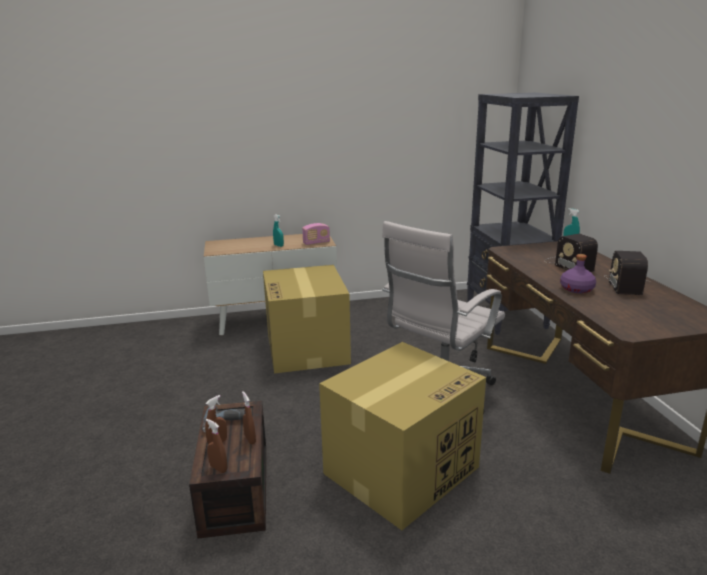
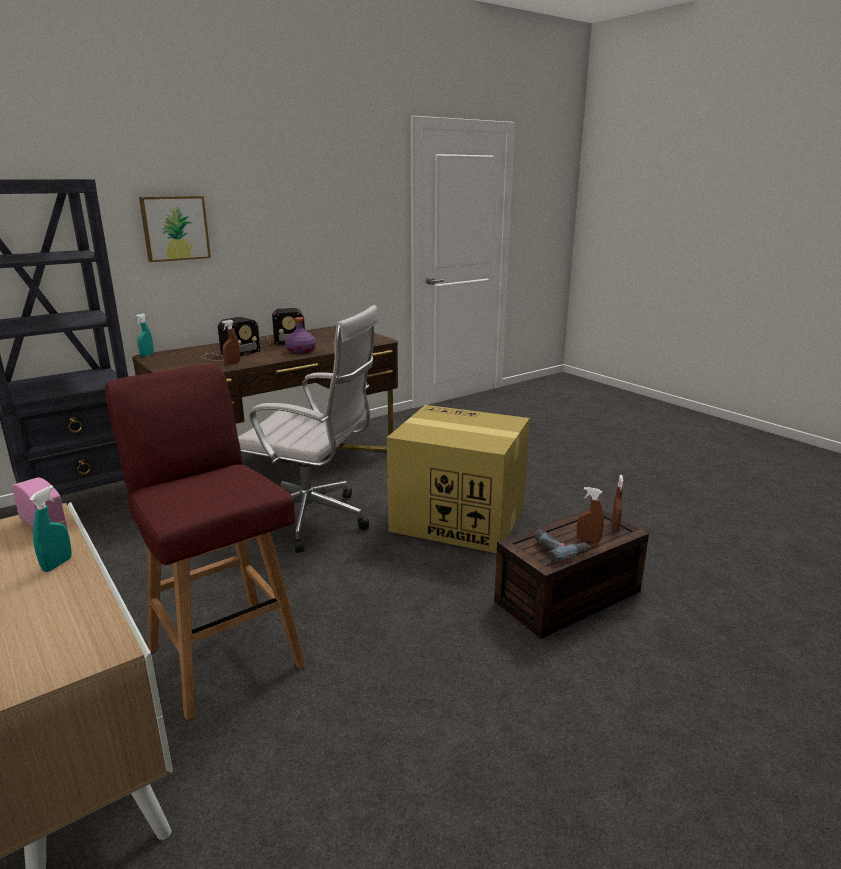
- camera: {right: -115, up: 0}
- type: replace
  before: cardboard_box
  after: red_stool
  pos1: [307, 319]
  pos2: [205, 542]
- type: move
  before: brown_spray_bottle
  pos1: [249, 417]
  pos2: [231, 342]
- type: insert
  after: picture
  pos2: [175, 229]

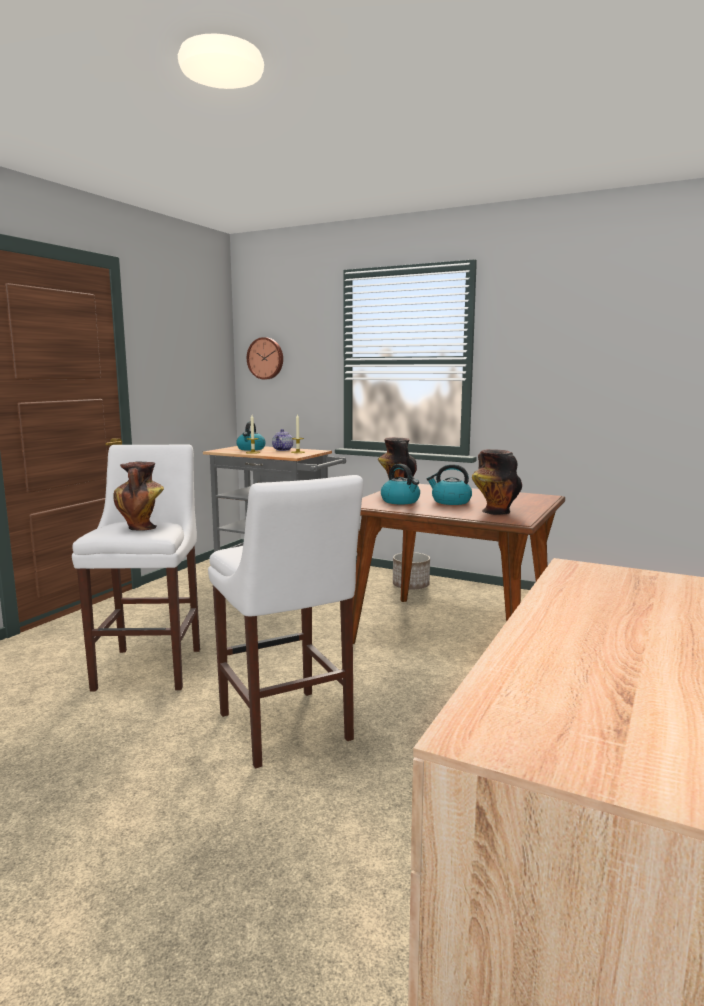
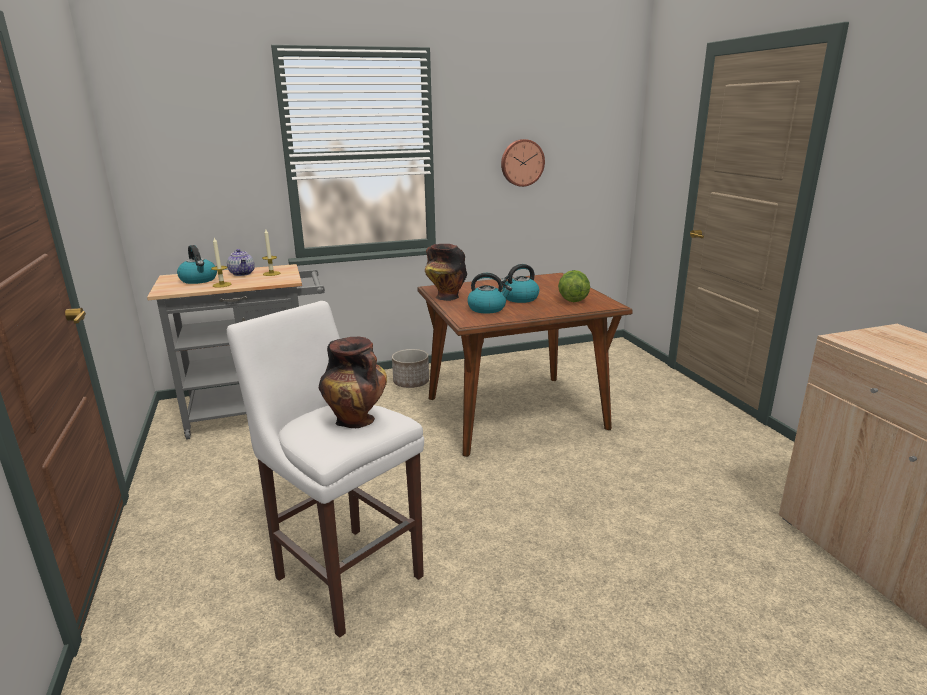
- camera: {right: -45, up: 10}
- type: move
  before: wall_clock
  pos1: [265, 358]
  pos2: [523, 163]
- type: replace
  before: vase
  after: lettuce
  pos1: [497, 482]
  pos2: [574, 286]
- type: delete
  before: white_stool
  pos1: [285, 622]

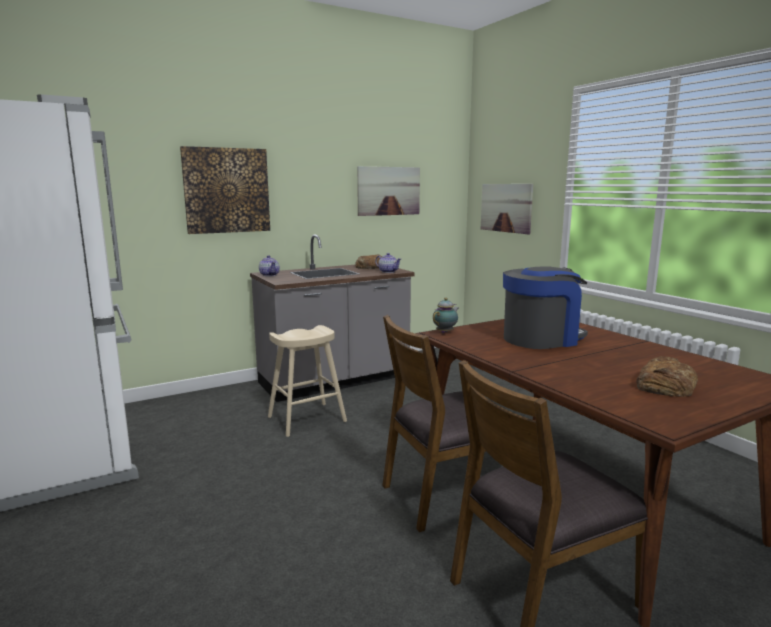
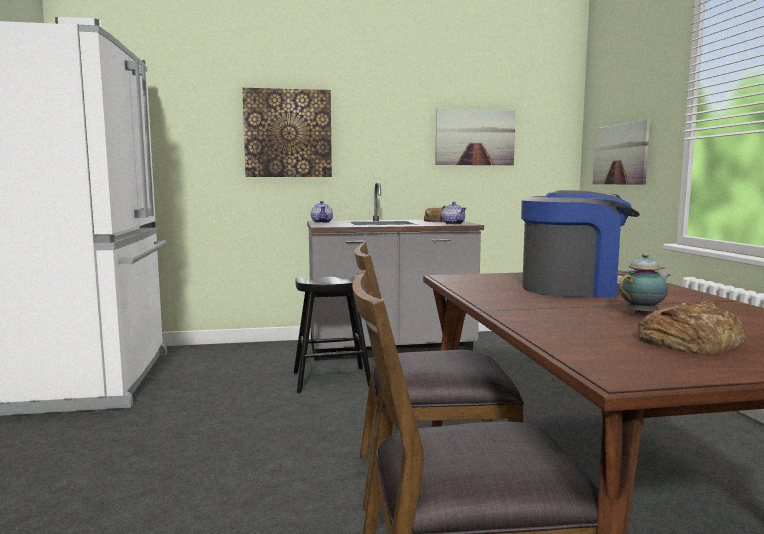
- camera: {right: 20, up: -5}
- type: move
  before: teapot
  pos1: [445, 315]
  pos2: [644, 284]
- type: recolor
  before: beige_stool
  after: black_stool
  pos1: [307, 381]
  pos2: [332, 334]

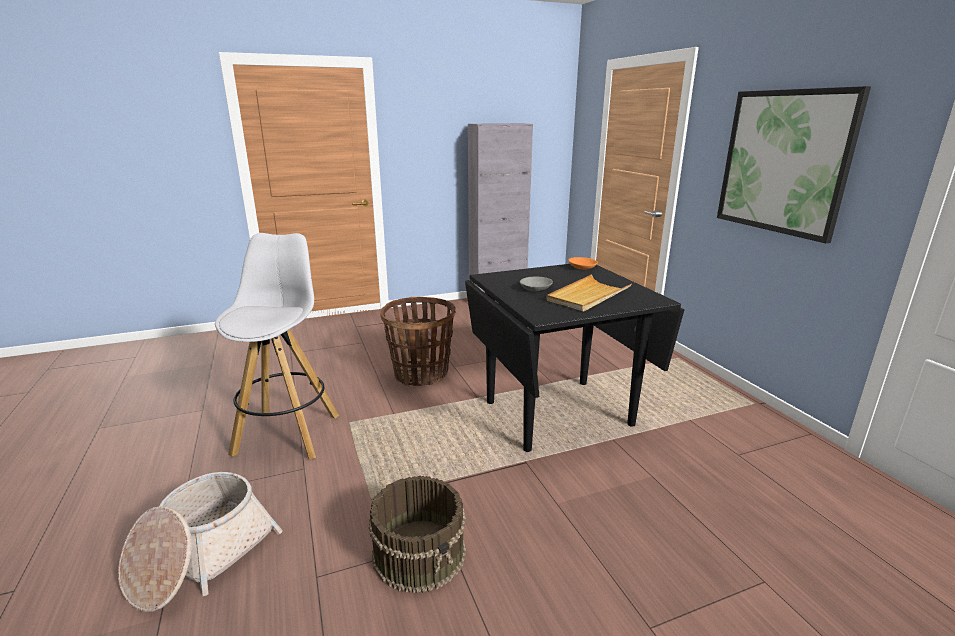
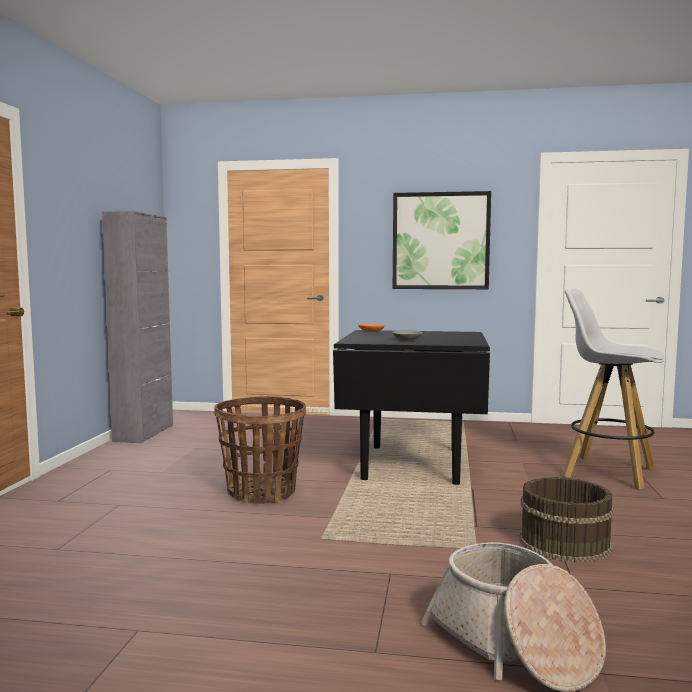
- camera: {right: -60, up: -15}
- type: move
  before: white_stool
  pos1: [277, 346]
  pos2: [613, 389]
- type: delete
  before: beige_tray
  pos1: [589, 293]

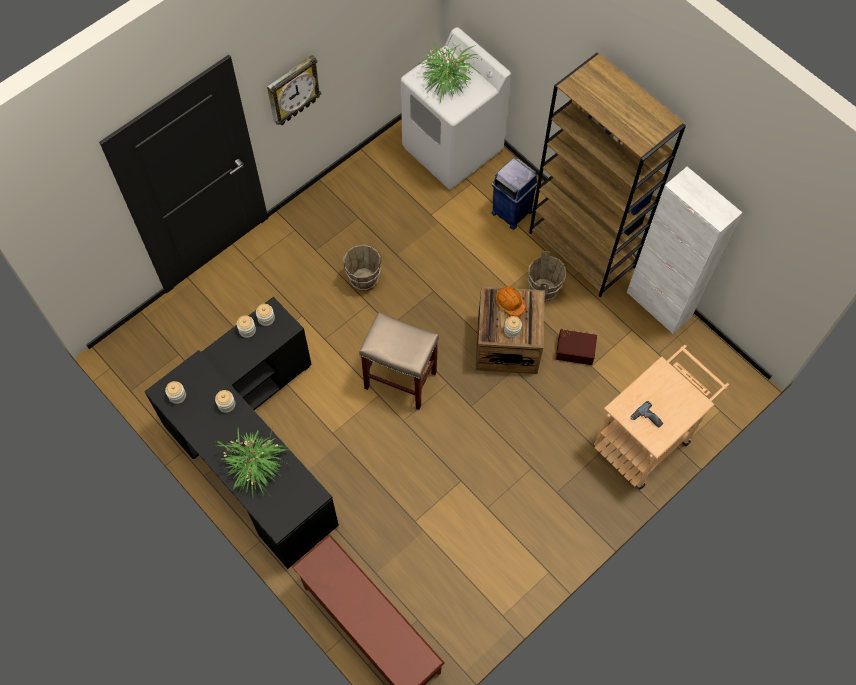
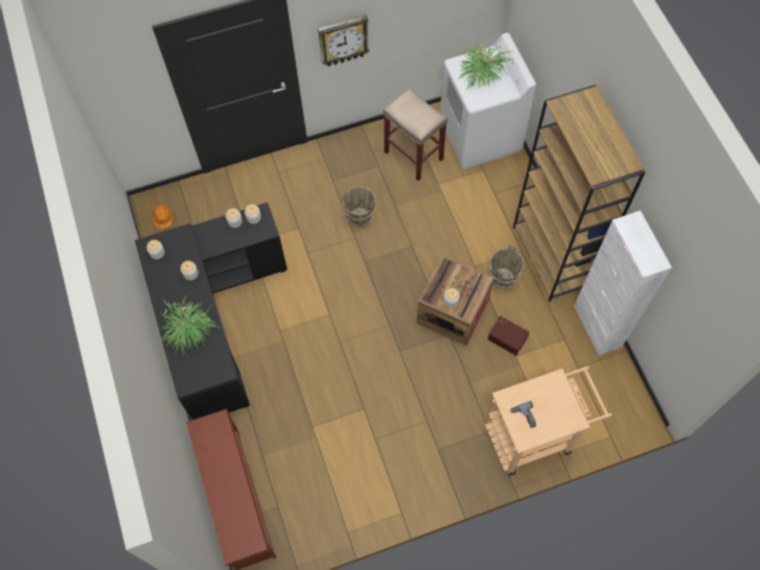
- camera: {right: 25, up: 0}
- type: delete
  before: blue_trash_can
  pos1: [514, 194]
- type: move
  before: orange_hard_hat
  pos1: [510, 301]
  pos2: [162, 216]
- type: move
  before: beige_stool
  pos1: [399, 361]
  pos2: [415, 134]

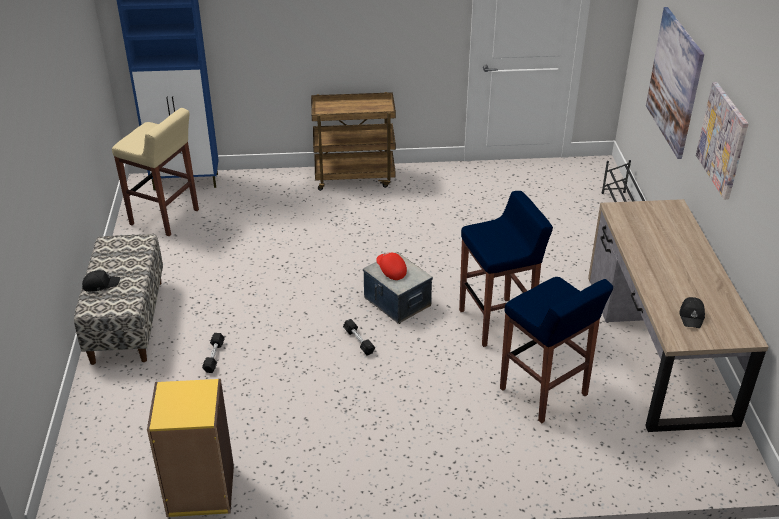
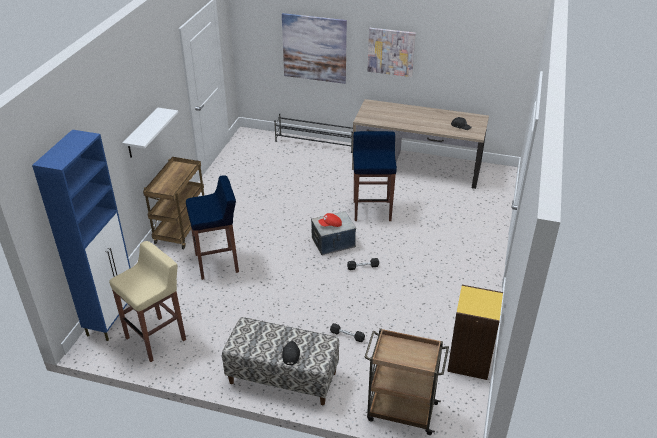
- camera: {right: -70, up: 0}
- type: move
  before: blue_stool
  pos1: [556, 350]
  pos2: [212, 227]
- type: insert
  after: white_shelf
  pos2: [150, 132]
- type: insert
  after: brown_cart
  pos2: [406, 381]

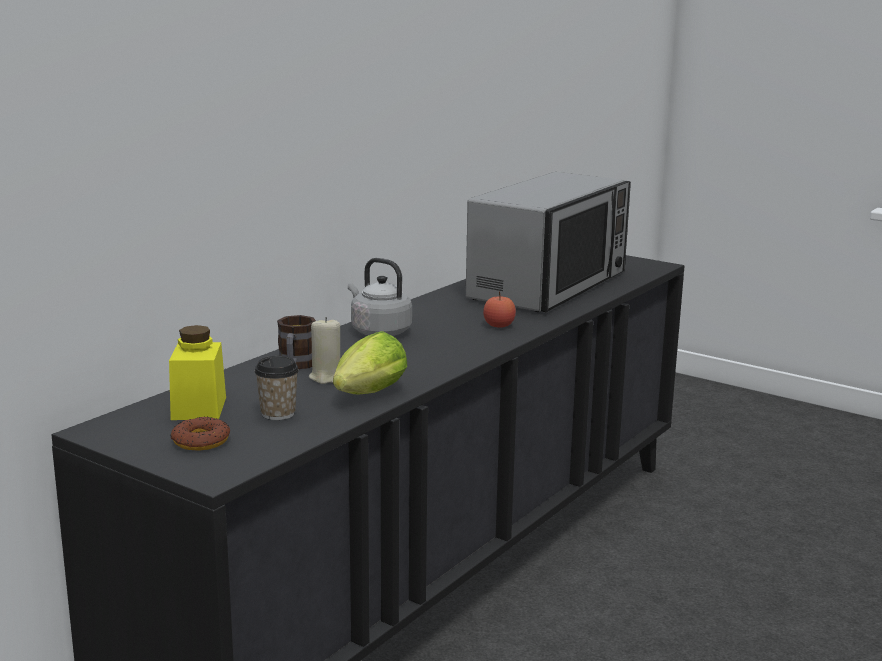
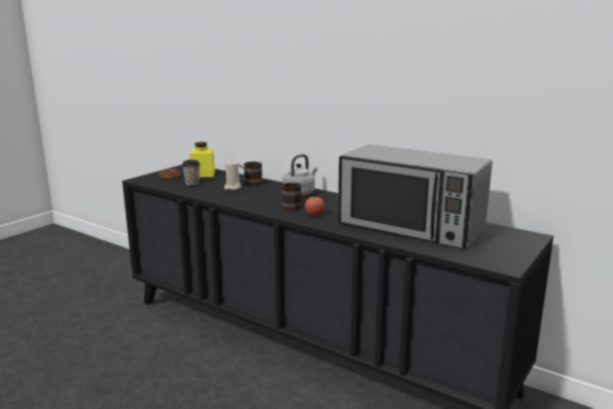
- camera: {right: 90, up: 0}
- type: delete
  before: lettuce
  pos1: [370, 362]
- type: insert
  after: mug
  pos2: [291, 197]

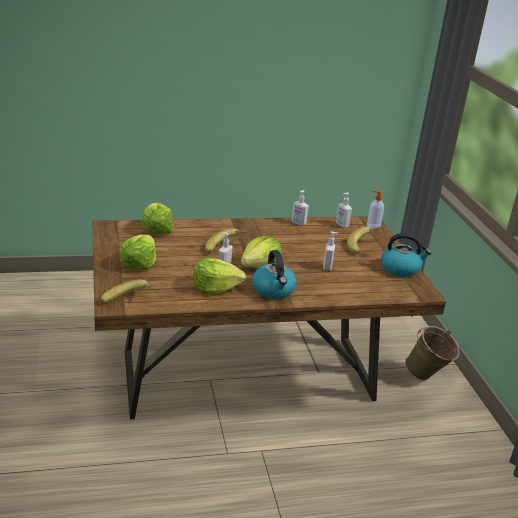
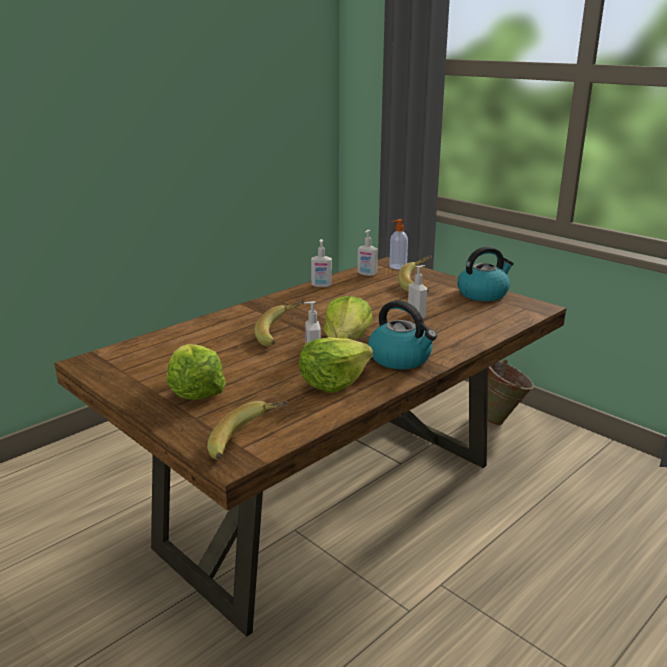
- camera: {right: -30, up: -5}
- type: delete
  before: lettuce
  pos1: [157, 218]

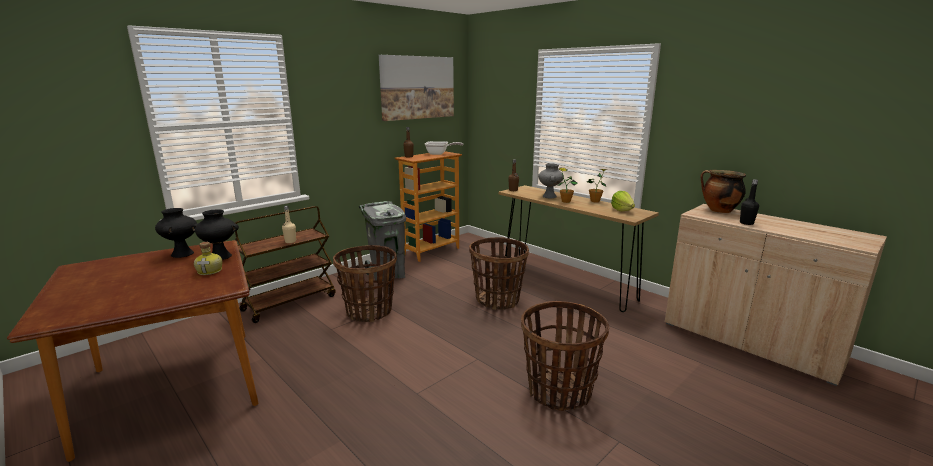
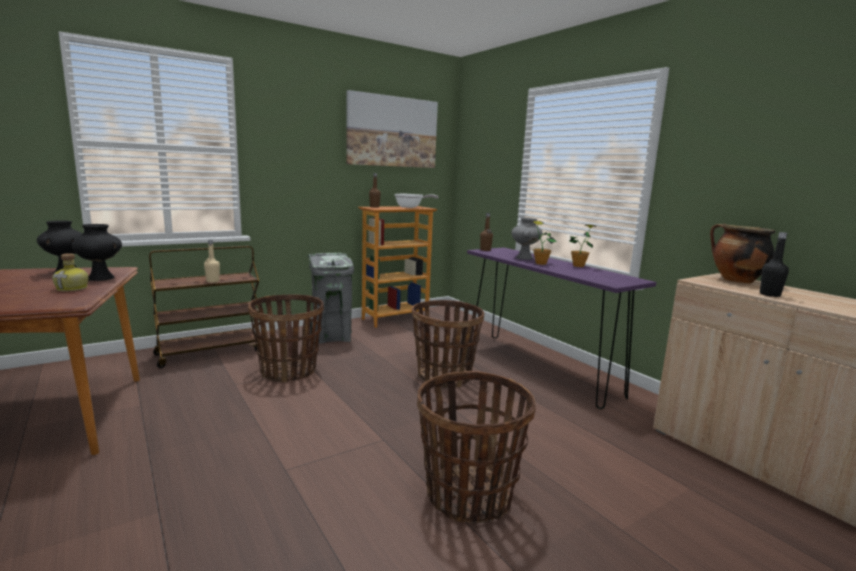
- camera: {right: 10, up: -5}
- type: recolor
  before: brown_console_table
  after: purple_console_table
  pos1: [579, 248]
  pos2: [561, 328]
- type: delete
  before: lettuce
  pos1: [623, 201]

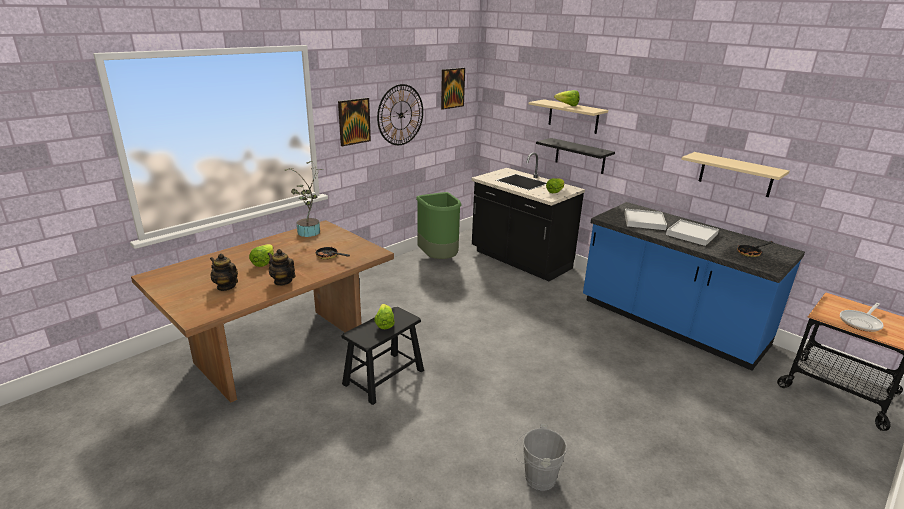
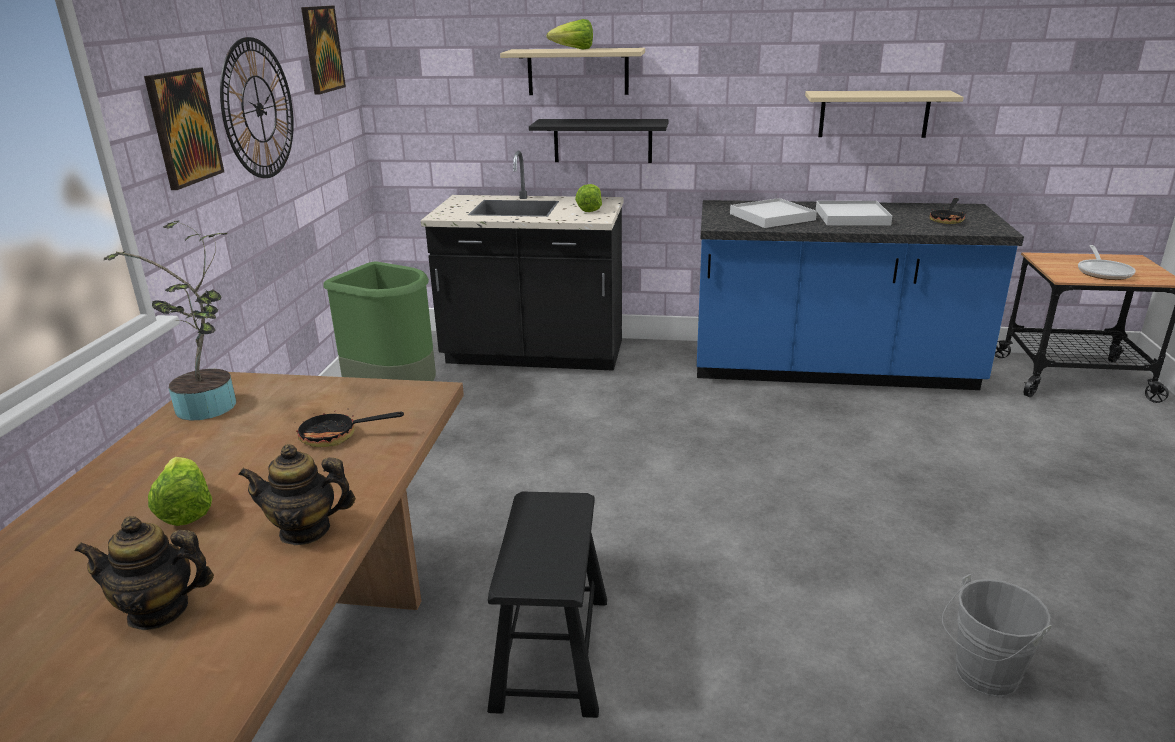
- camera: {right: -35, up: 0}
- type: delete
  before: lettuce
  pos1: [384, 316]

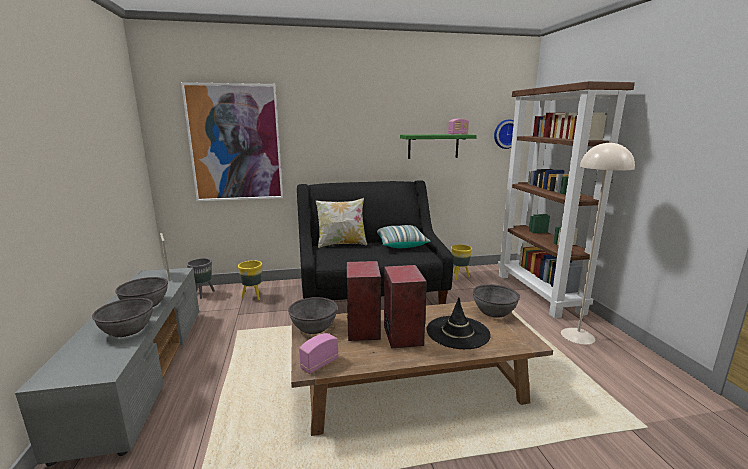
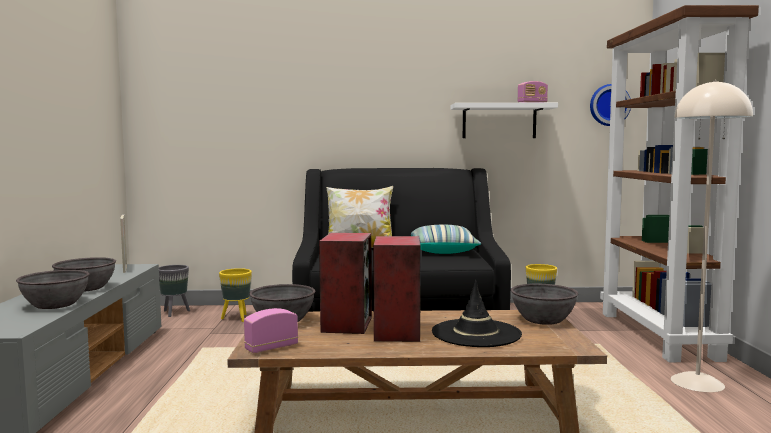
- camera: {right: 10, up: -10}
- type: delete
  before: picture
  pos1: [232, 141]
- type: recolor
  before: green_shelf
  after: white_shelf
  pos1: [438, 146]
  pos2: [504, 120]

